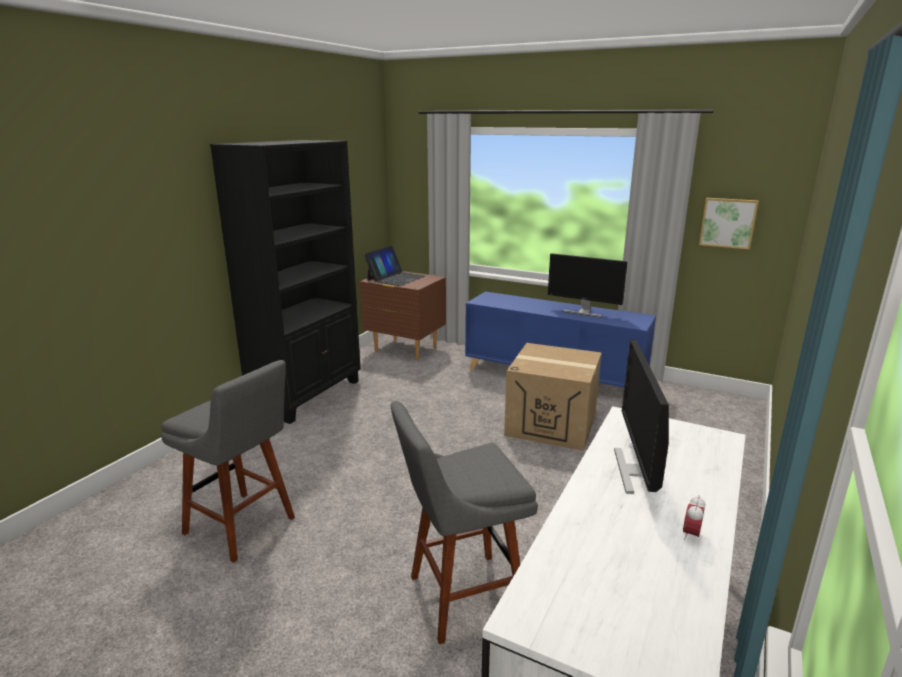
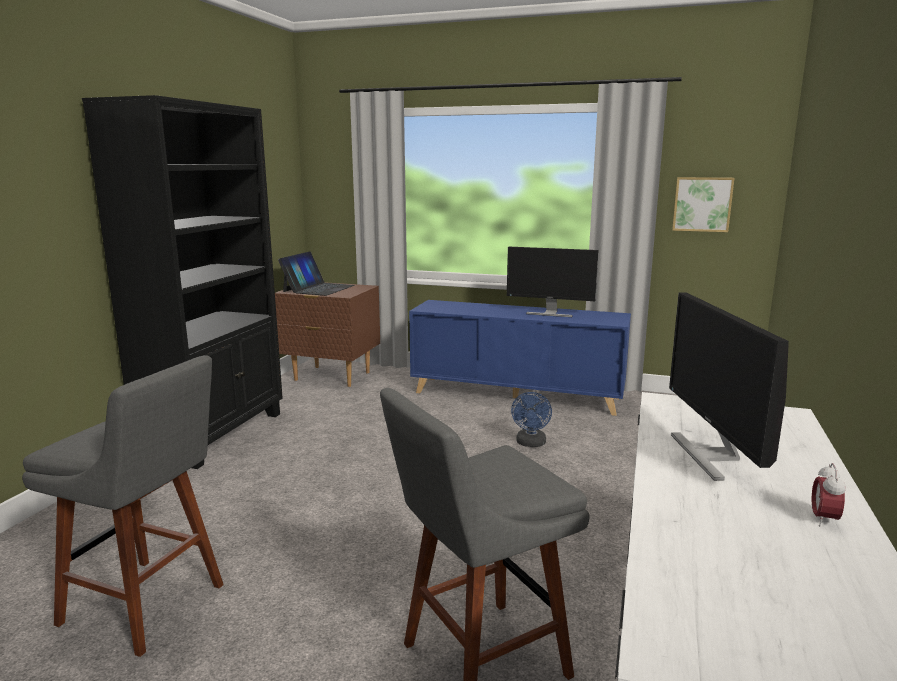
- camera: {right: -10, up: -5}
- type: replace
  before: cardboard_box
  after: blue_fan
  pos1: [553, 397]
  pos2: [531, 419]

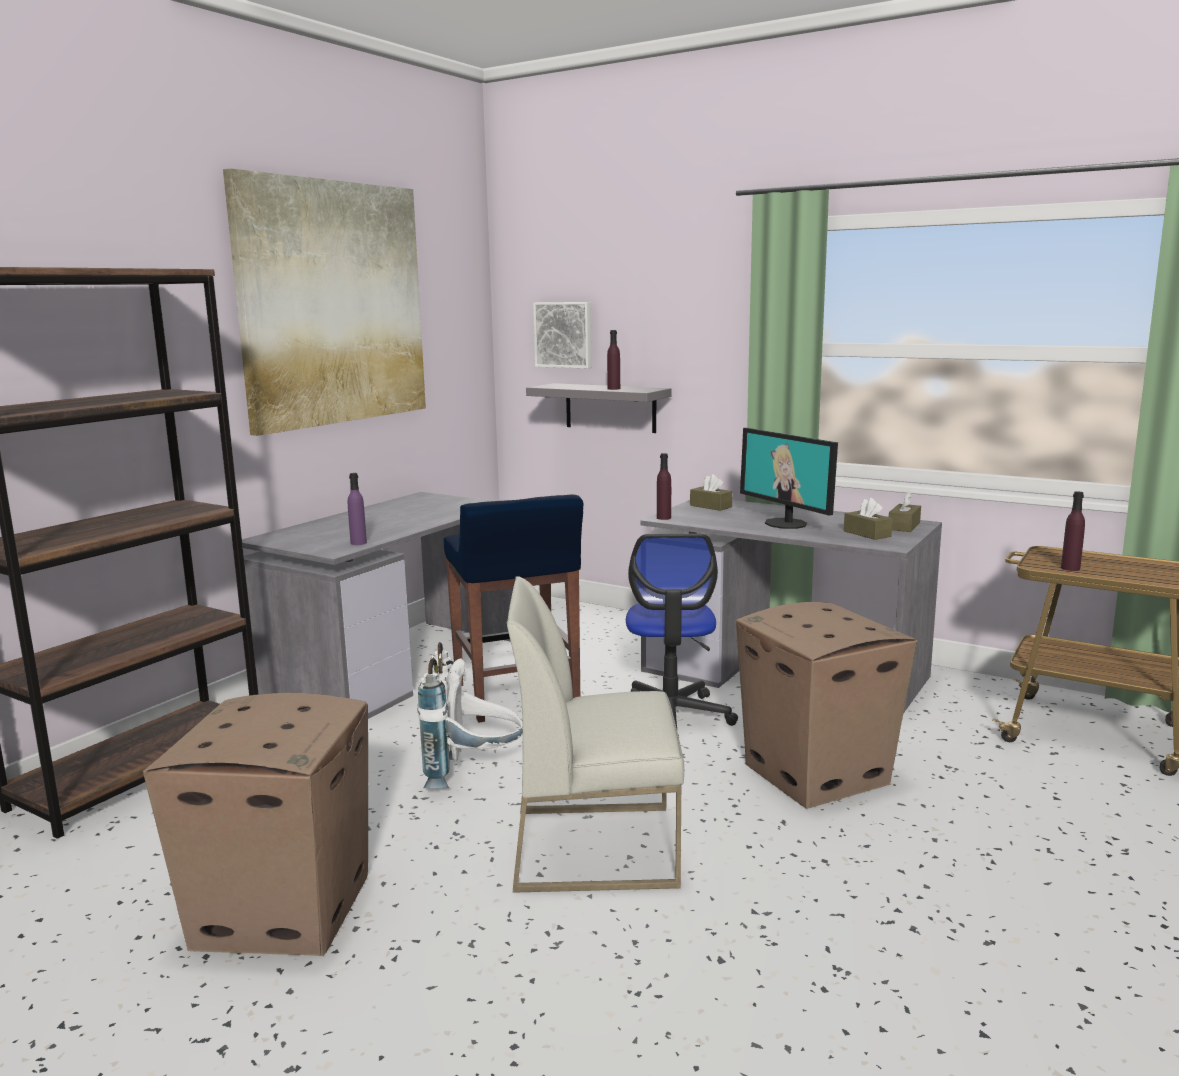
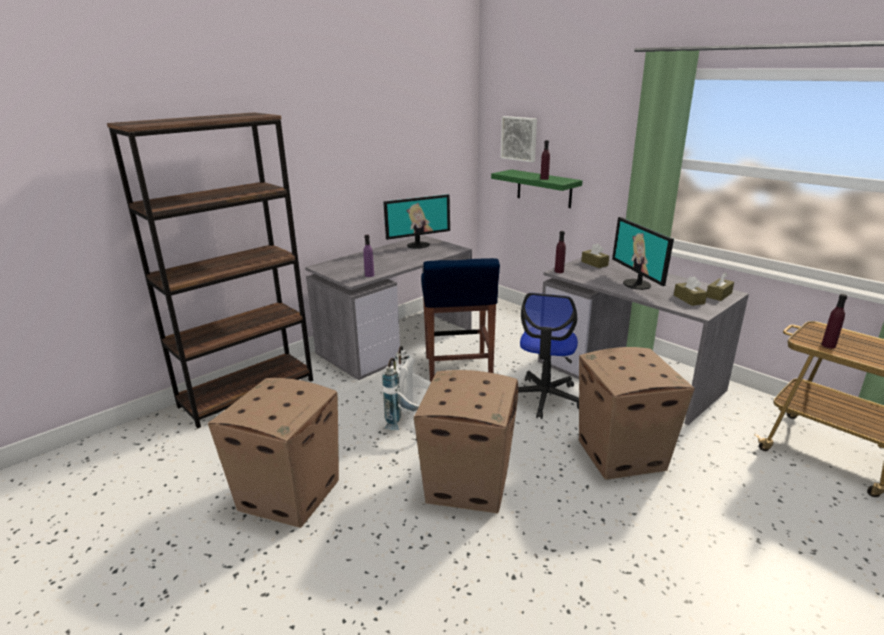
- camera: {right: 15, up: 10}
- type: delete
  before: picture
  pos1: [324, 302]
- type: recolor
  before: grey_shelf
  after: green_shelf
  pos1: [598, 408]
  pos2: [537, 188]
- type: replace
  before: white_chair
  after: cardboard_box
  pos1: [595, 734]
  pos2: [466, 442]
- type: insert
  after: monitor
  pos2: [416, 221]

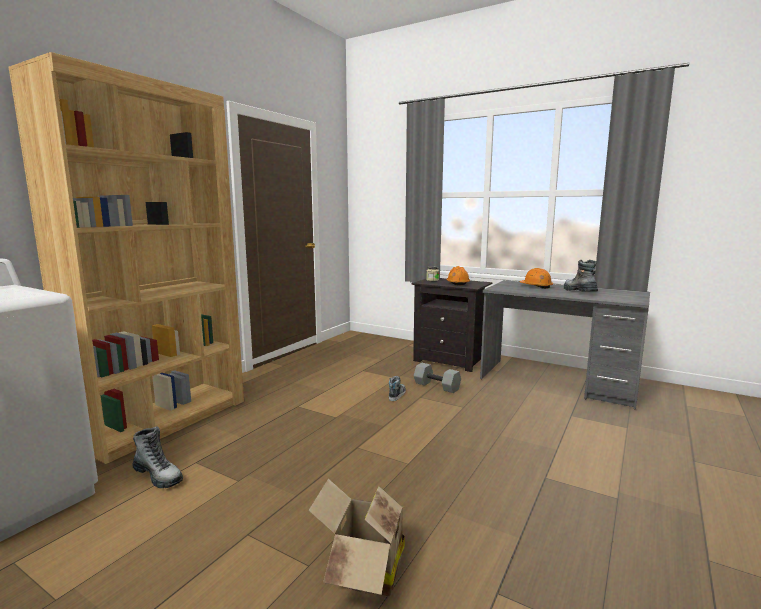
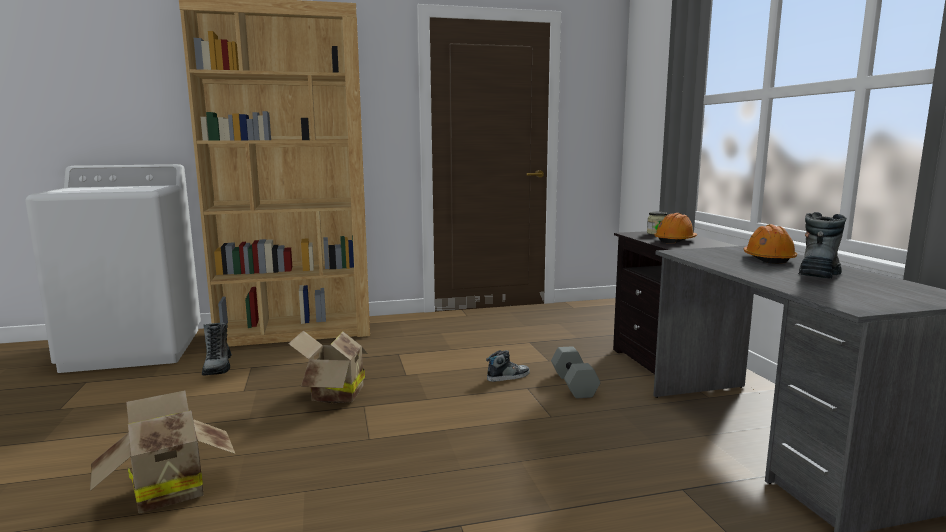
- camera: {right: 45, up: 0}
- type: insert
  after: cardboard_box
  pos2: [328, 367]

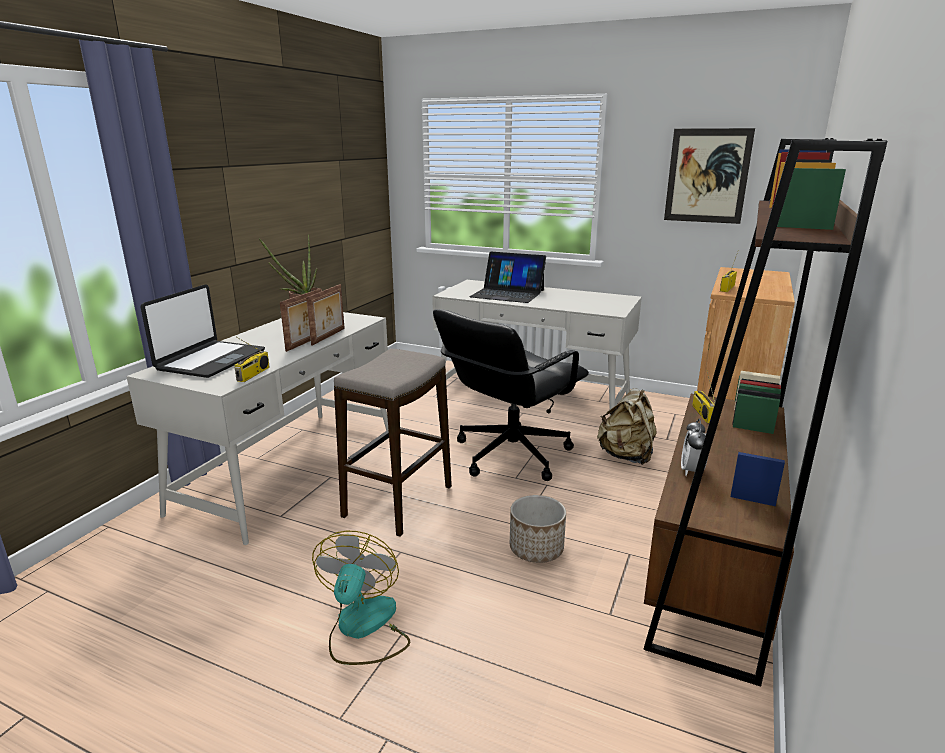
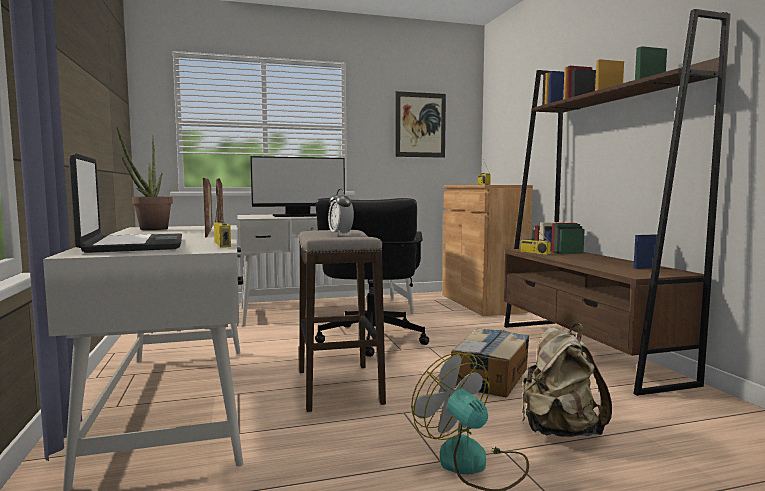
- camera: {right: -40, up: -15}
- type: replace
  before: laptop
  after: monitor
  pos1: [508, 277]
  pos2: [297, 186]
- type: move
  before: beige_backpack
  pos1: [626, 426]
  pos2: [567, 380]
- type: move
  before: alarm_clock
  pos1: [694, 447]
  pos2: [341, 212]
- type: replace
  before: planter
  after: cardboard_box
  pos1: [538, 529]
  pos2: [490, 362]

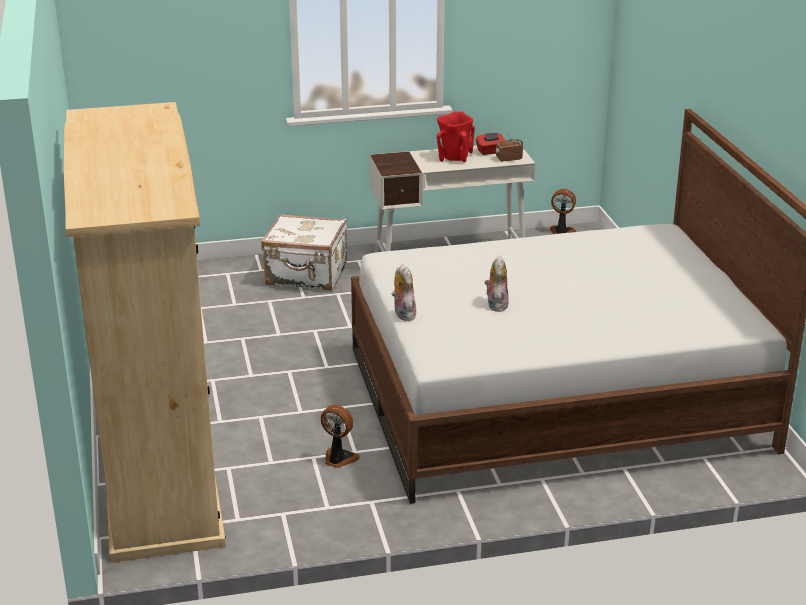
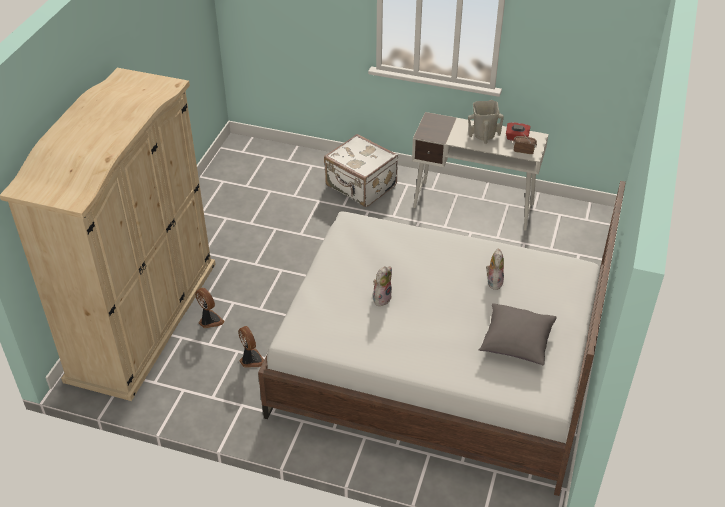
- camera: {right: 30, up: 15}
- type: recolor
  before: red_vase
  after: beige_vase
  pos1: [456, 136]
  pos2: [486, 122]
- type: move
  before: fan
  pos1: [563, 211]
  pos2: [210, 307]
- type: move
  before: plush_toy
  pos1: [404, 292]
  pos2: [495, 269]
- type: insert
  after: grey_pillow
  pos2: [518, 334]

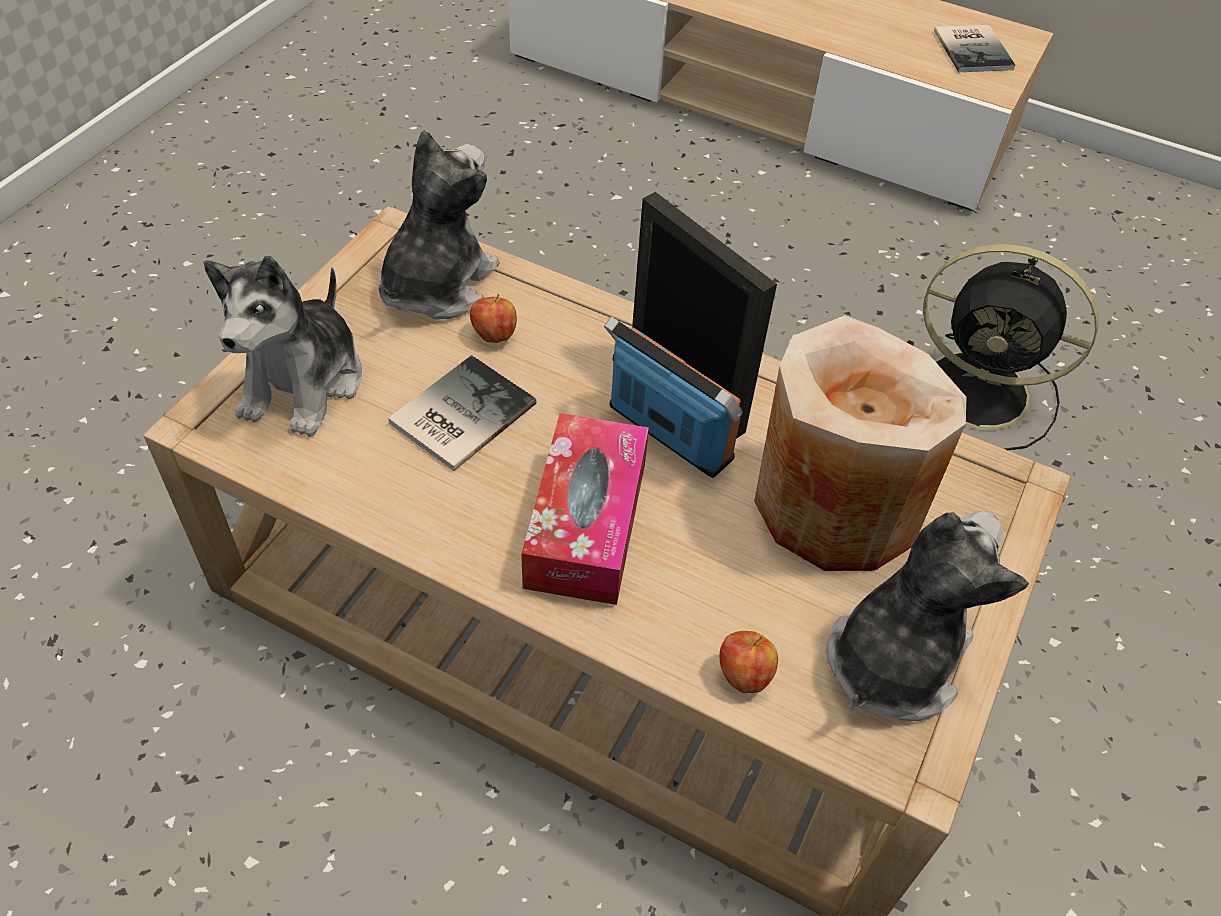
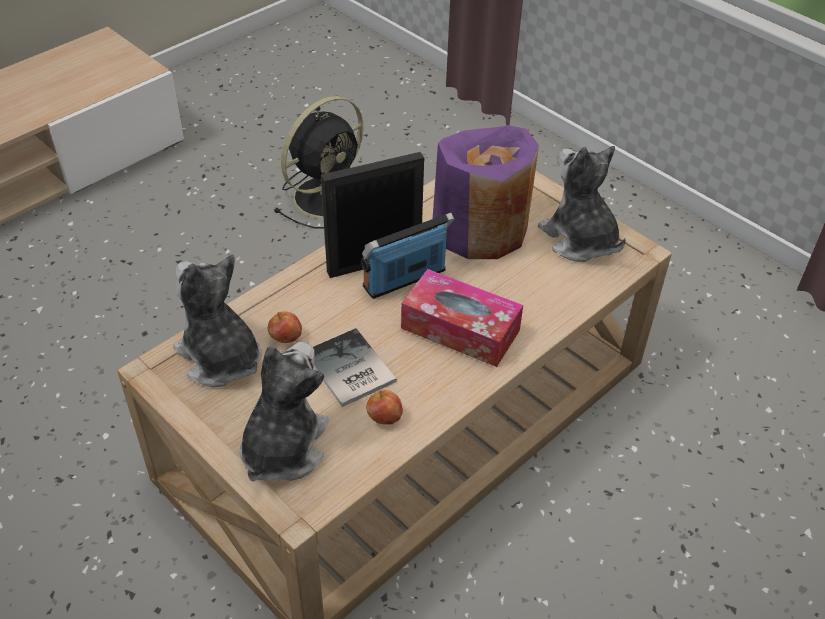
- camera: {right: -70, up: -5}
- type: delete
  before: book
  pos1: [974, 48]
- type: rotate
  before: plush_toy
  pos1: [282, 346]
  pos2: [284, 412]
  turn: -105
- type: recolor
  before: beige_vase
  after: purple_vase
  pos1: [860, 443]
  pos2: [486, 192]
- type: move
  before: apple
  pos1: [748, 662]
  pos2: [384, 407]

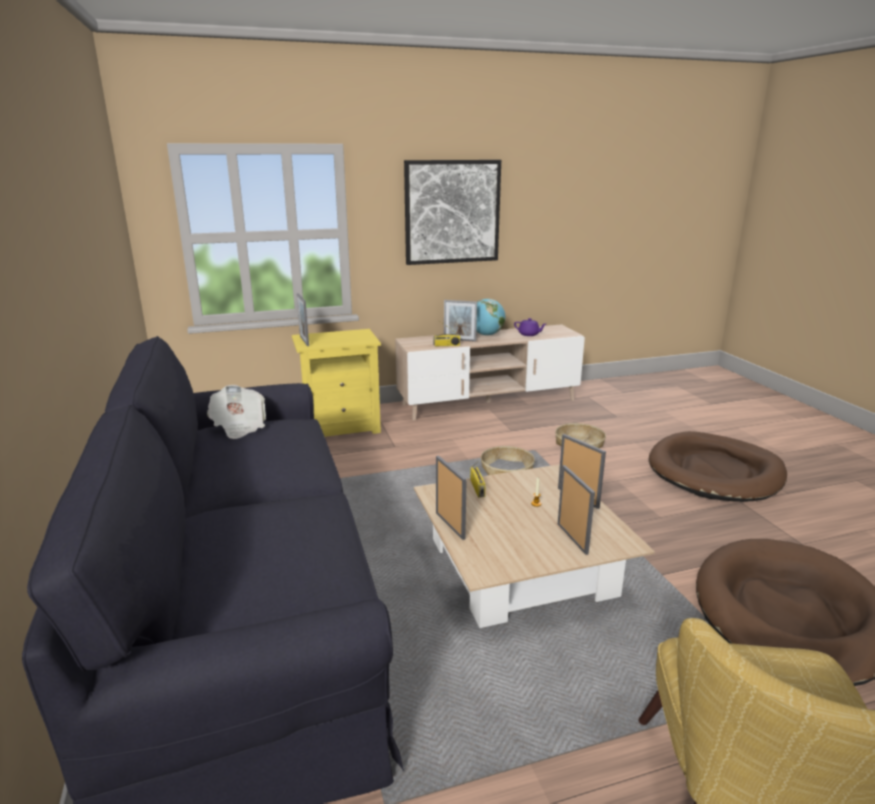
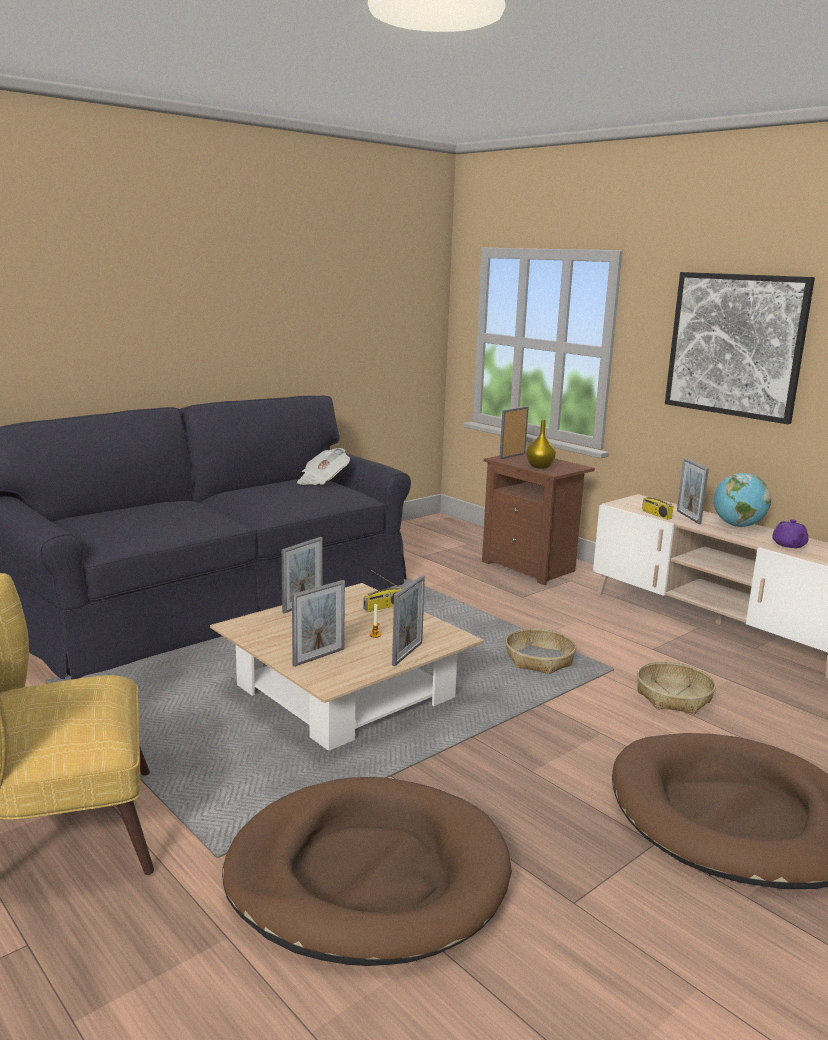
- camera: {right: 65, up: -5}
- type: recolor
  before: yellow_nightstand
  after: brown_nightstand
  pos1: [336, 383]
  pos2: [538, 518]
- type: insert
  after: yellow_vase
  pos2: [541, 444]

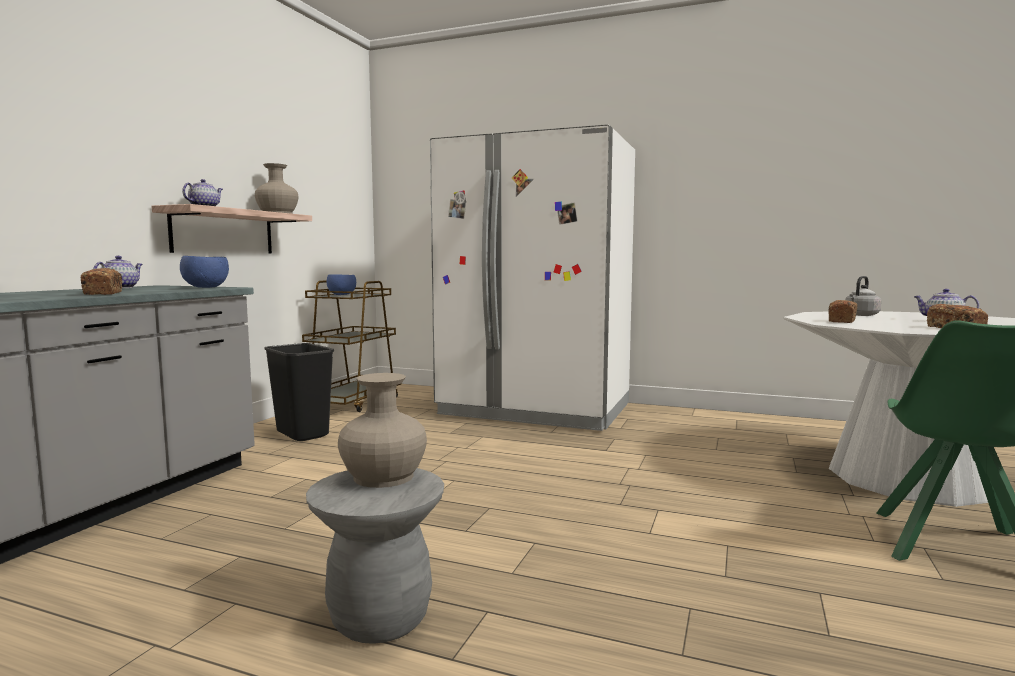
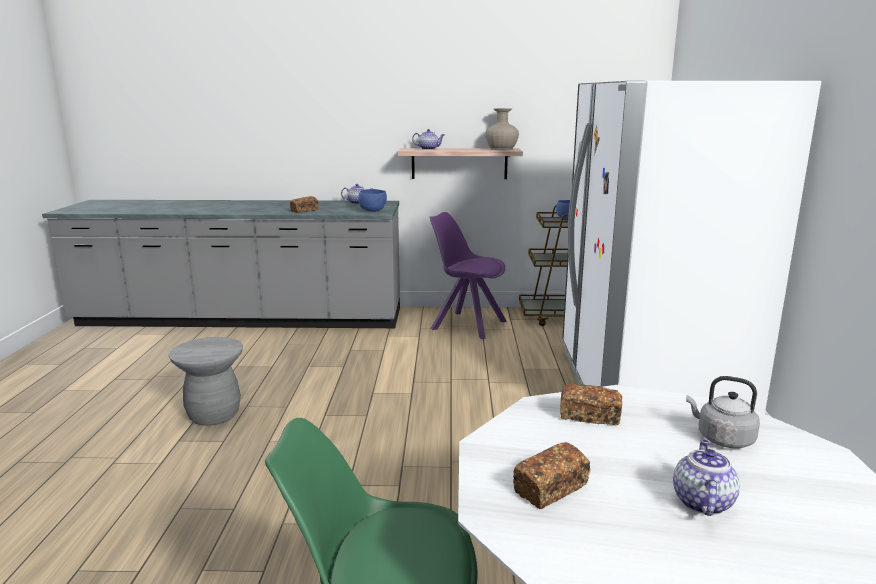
- camera: {right: 70, up: 10}
- type: replace
  before: black_trash_can
  after: purple_chair
  pos1: [299, 392]
  pos2: [468, 275]
- type: delete
  before: beige_vase
  pos1: [382, 430]

